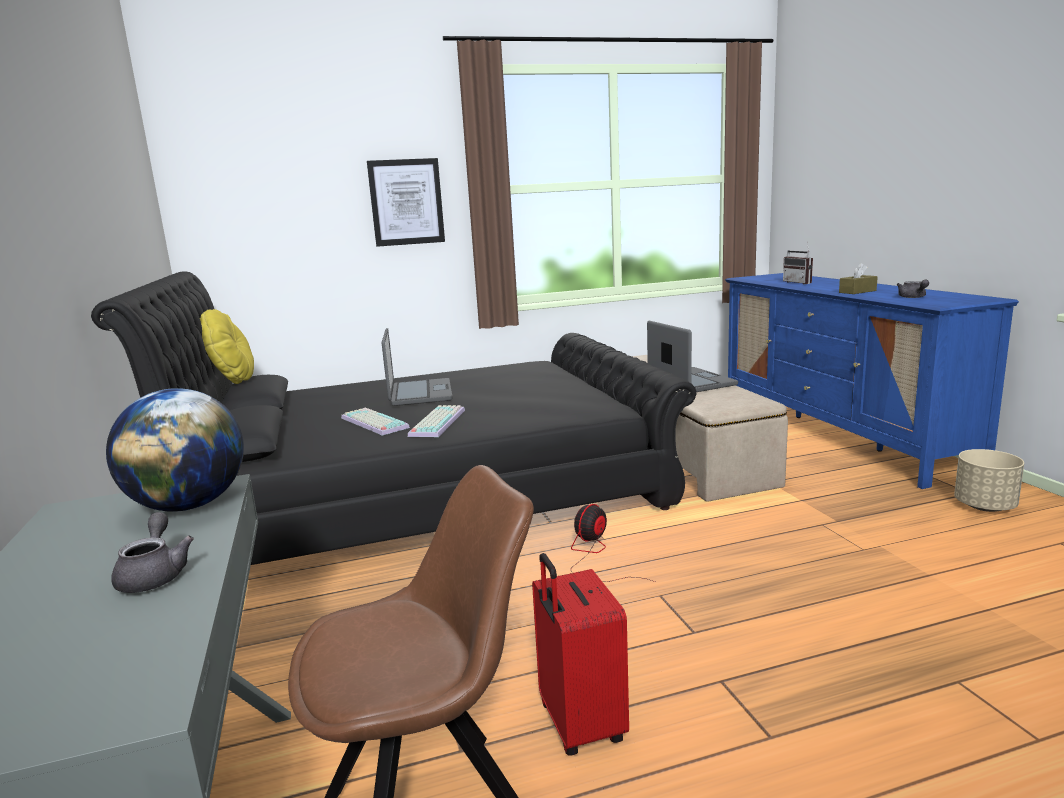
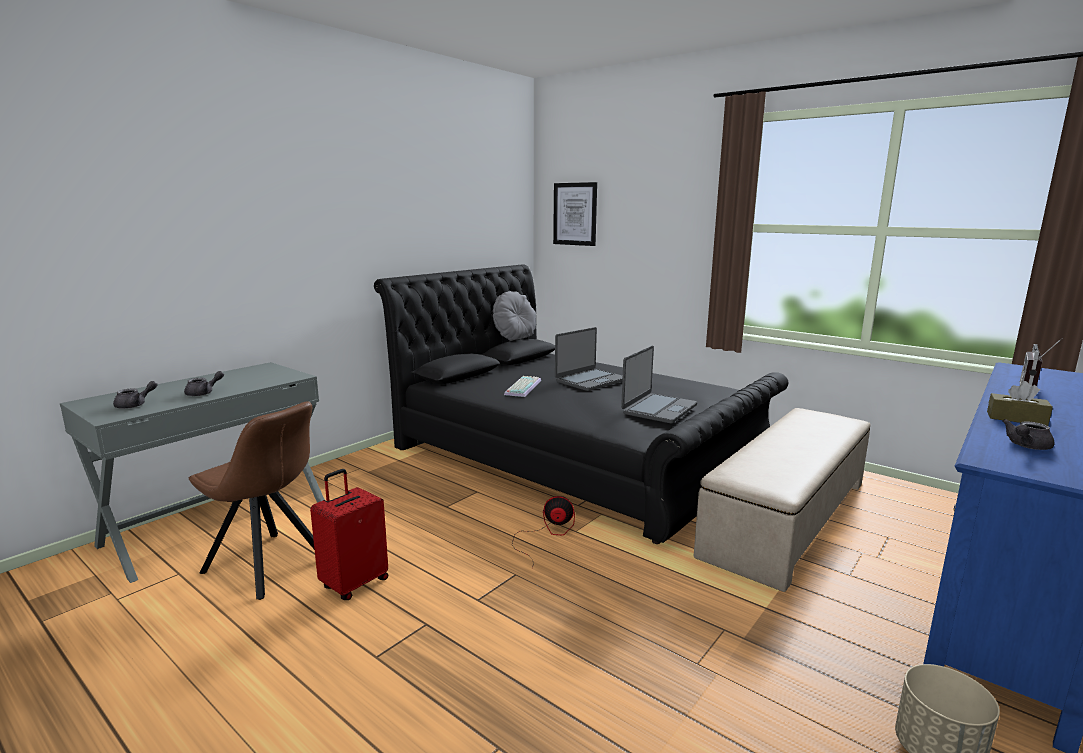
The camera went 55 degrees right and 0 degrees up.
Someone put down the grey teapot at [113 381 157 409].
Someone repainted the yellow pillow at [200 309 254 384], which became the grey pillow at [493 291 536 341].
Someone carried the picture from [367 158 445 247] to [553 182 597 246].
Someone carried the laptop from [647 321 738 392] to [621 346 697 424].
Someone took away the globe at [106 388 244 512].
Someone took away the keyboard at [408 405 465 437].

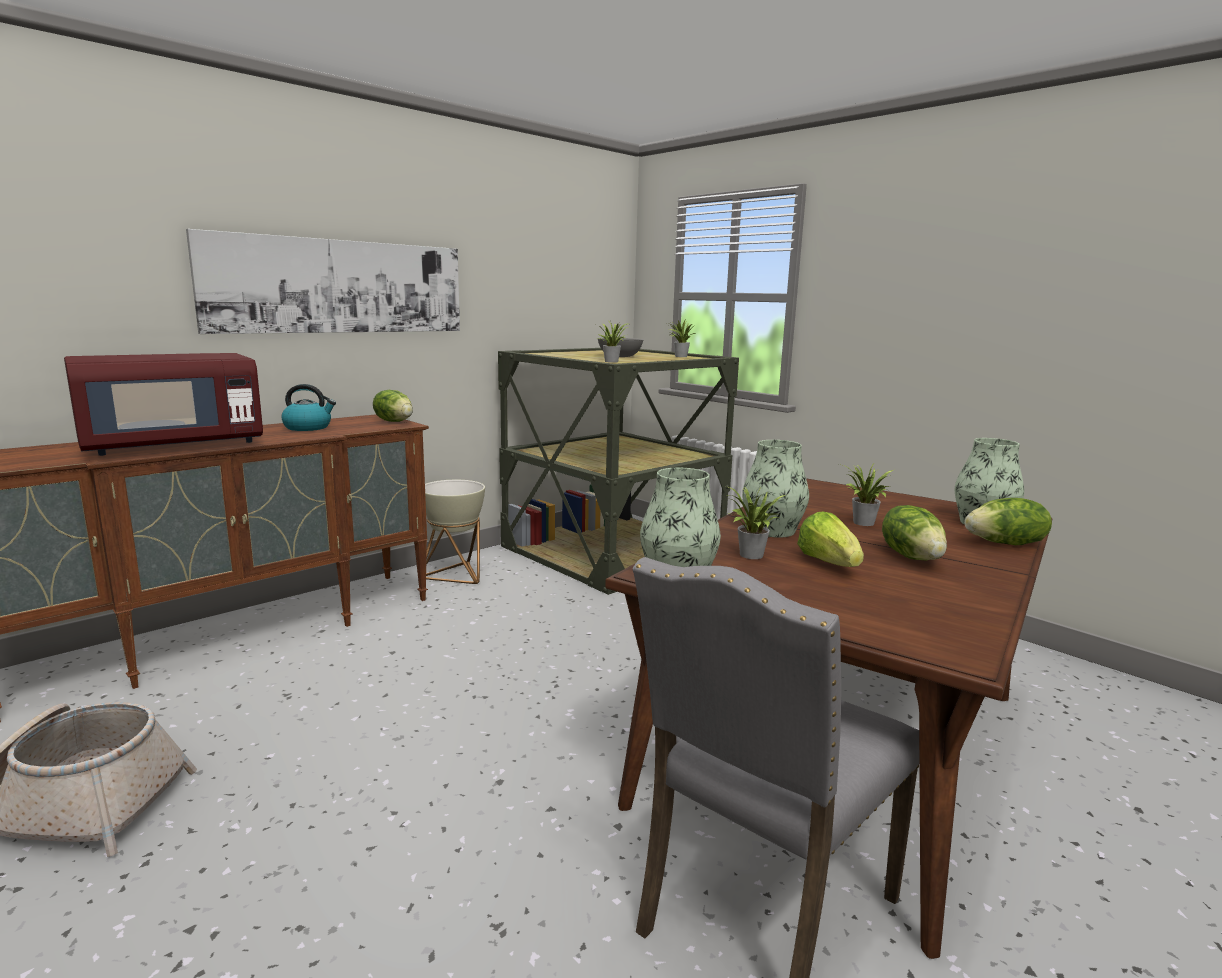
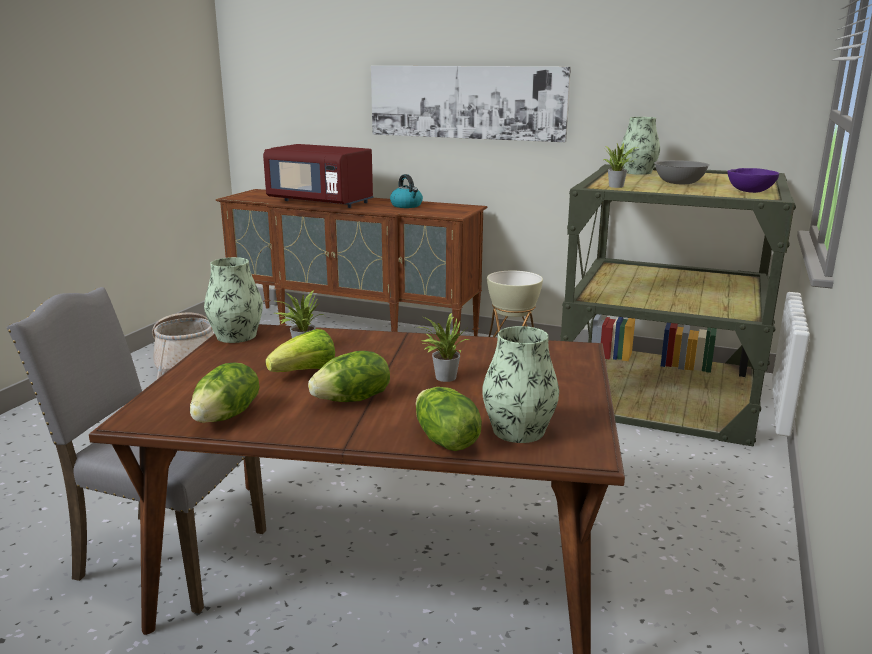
The camera went 65 degrees right and 5 degrees up.
Someone carried the lettuce from [373 390 413 422] to [190 363 259 423].
Someone carried the vase from [742 440 809 538] to [620 117 660 175].
Someone swapped the potted plant at [667 320 695 357] for the purple bowl at [728 168 779 193].

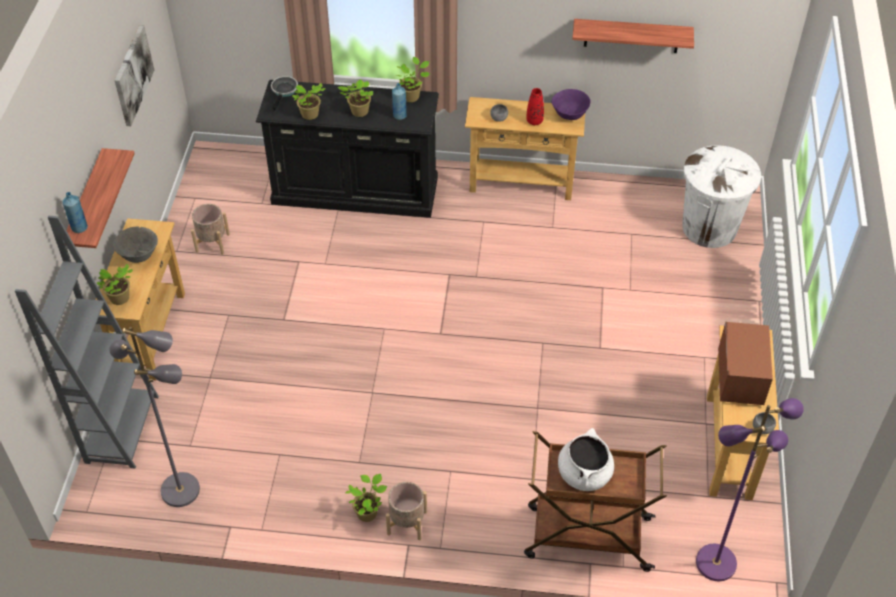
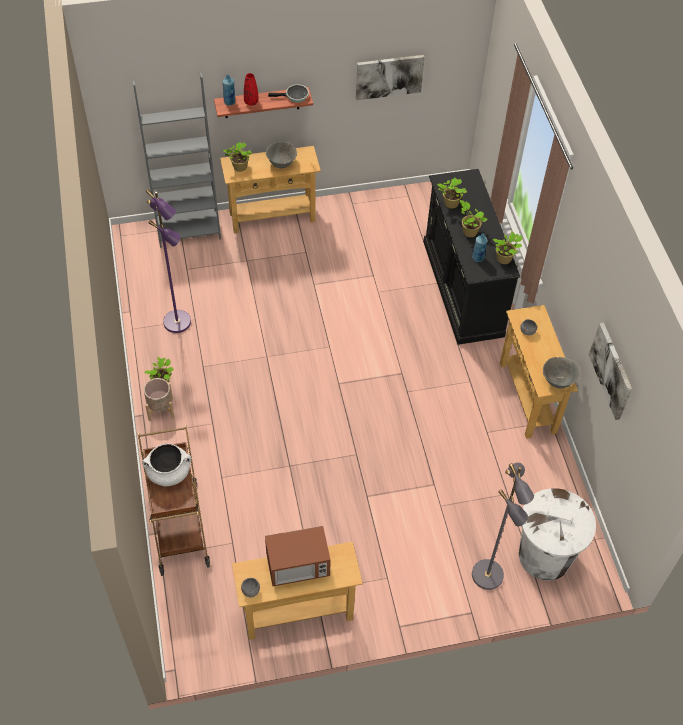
The camera went 70 degrees right and 5 degrees up.
Someone carried the purple floor lamp from [696 398 804 581] to [146 189 191 333].
Someone carried the red vase from [526 88 544 125] to [244 73 259 106].
Someone carried the frying pan from [271 76 298 111] to [268 84 309 102].
Someone carried the grey floor lamp from [109 327 200 507] to [472 463 534 590].
Someone repainted the purple bowl at [552 89 590 120], which became the grey bowl at [543 357 580 389].
Someone swapped the shelf at [572 19 694 53] for the picture at [589 323 632 420].
Someone took away the beige planter at [191 204 230 255].

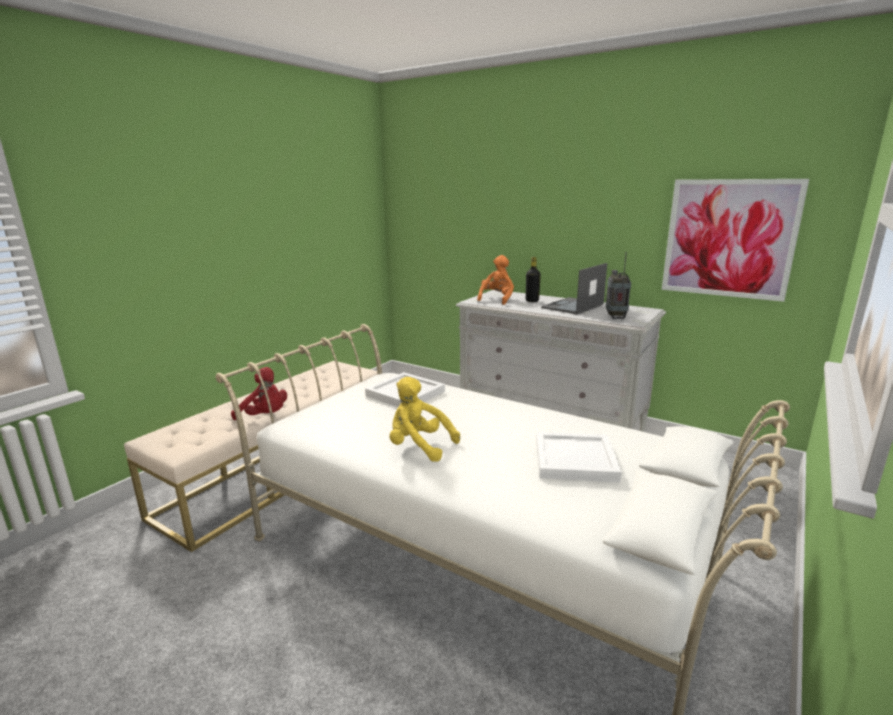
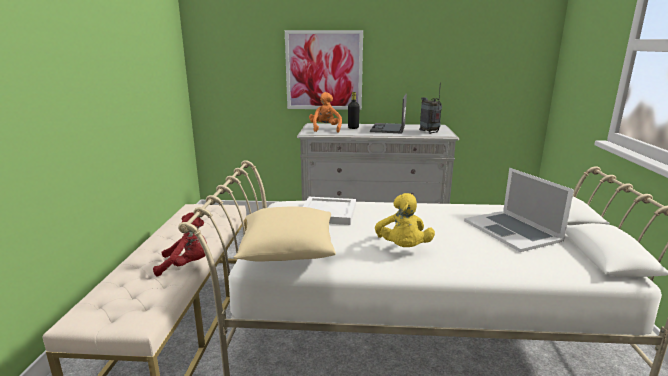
The camera went 30 degrees left and 0 degrees up.
Someone put down the beige pillow at [234 206 336 262].
Someone carried the picture from [662 179 809 302] to [285 30 363 110].
Someone rotated the yellow plush toy at [390 377 460 462] by 90 degrees counterclockwise.
Someone swapped the white tray at [536 432 622 482] for the laptop at [464 168 574 252].

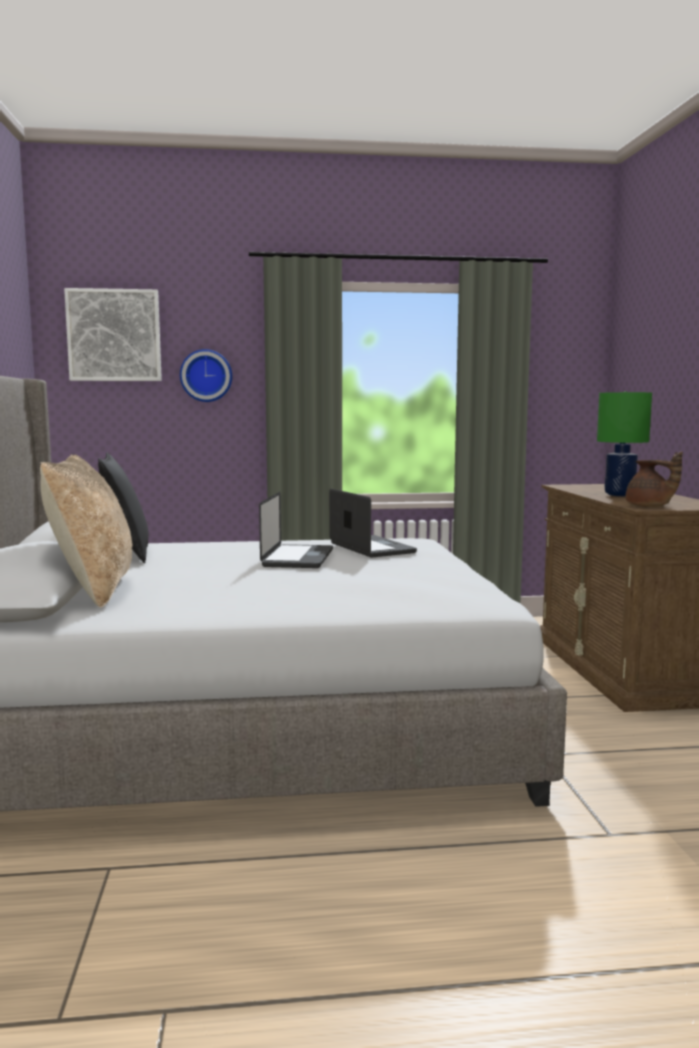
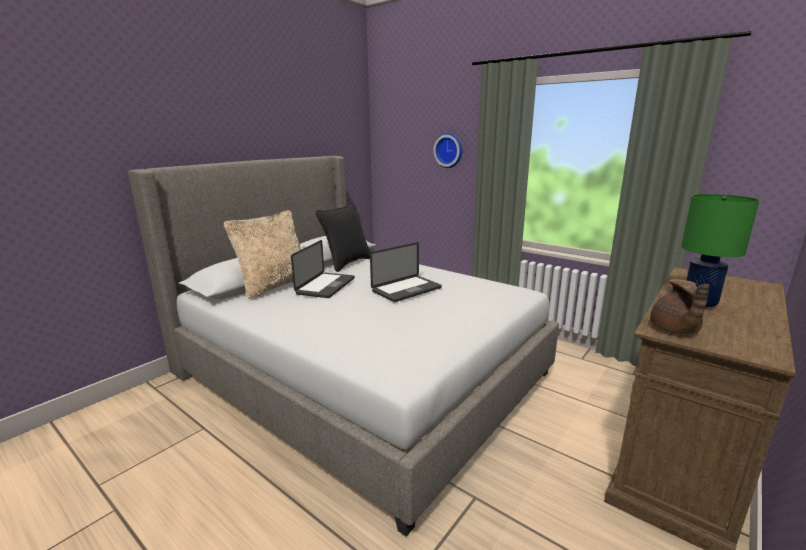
The camera went 45 degrees right and 10 degrees up.
Someone carried the laptop from [329 489 417 557] to [291 240 355 298].
Someone took away the picture at [64 288 162 381].

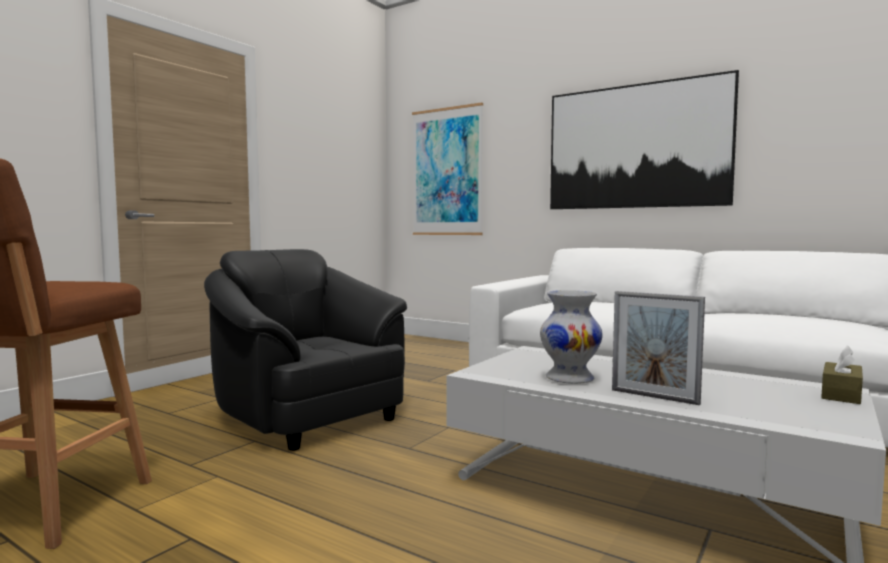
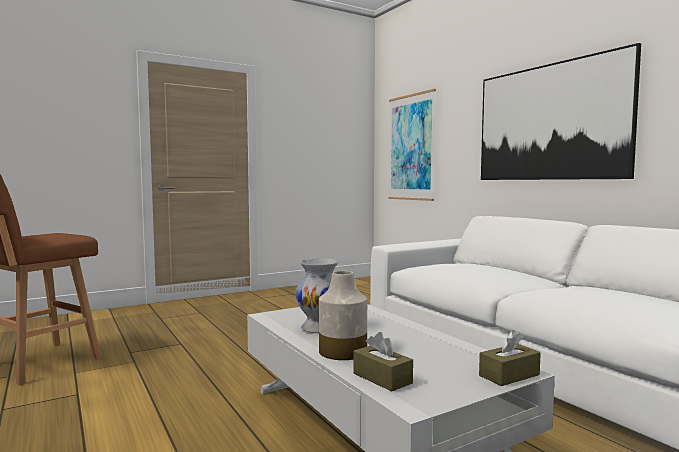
The camera went 25 degrees right and 0 degrees up.
Someone swapped the picture frame at [612 291 705 405] for the beige vase at [319 271 367 360].
Someone put down the brown tissue box at [353 332 413 391].
Someone took away the black armchair at [204 249 407 451].

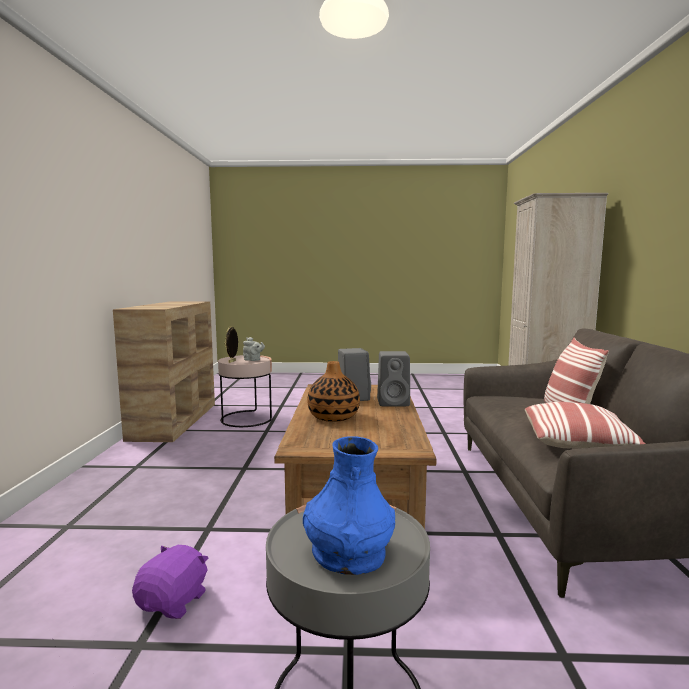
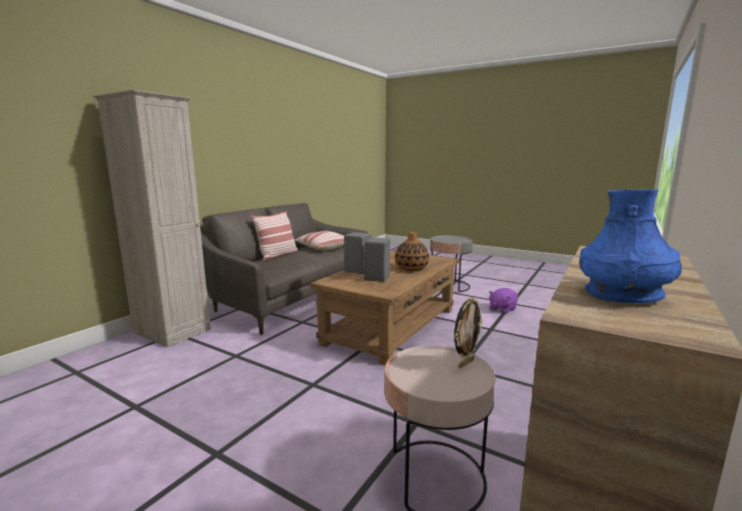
The camera went 150 degrees left and 5 degrees up.
Someone carried the blue vase from [303 436 395 575] to [579 189 682 303].
Someone took away the grey teapot at [243 337 265 361].

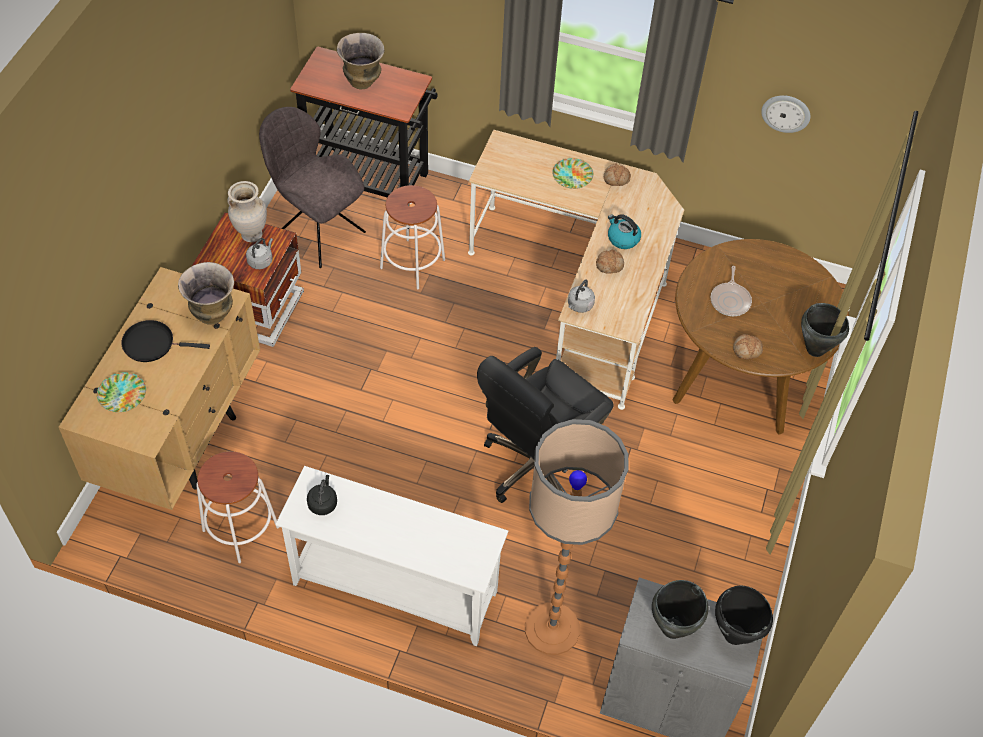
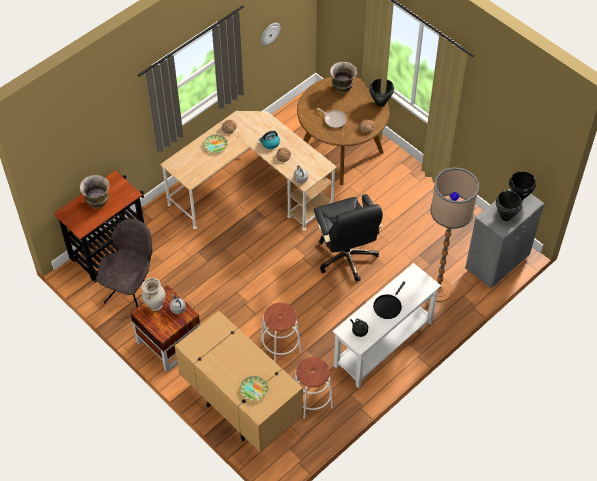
The camera went 60 degrees left and 0 degrees up.
Someone rotated the grey chair at [259 107 366 268] by 135 degrees clockwise.
Someone carried the white stool from [380 185 445 290] to [261 303 302 363].
Someone carried the vase from [178 262 234 325] to [330 62 357 94].
Someone carried the black frying pan from [121 320 210 362] to [373 281 406 319].

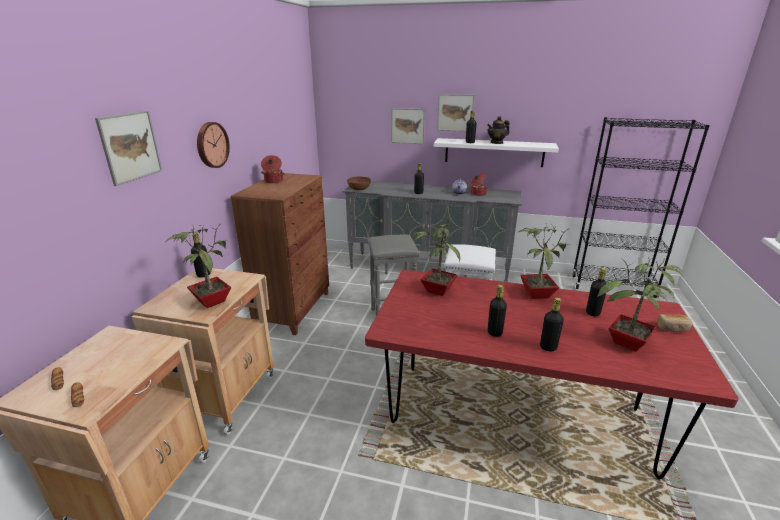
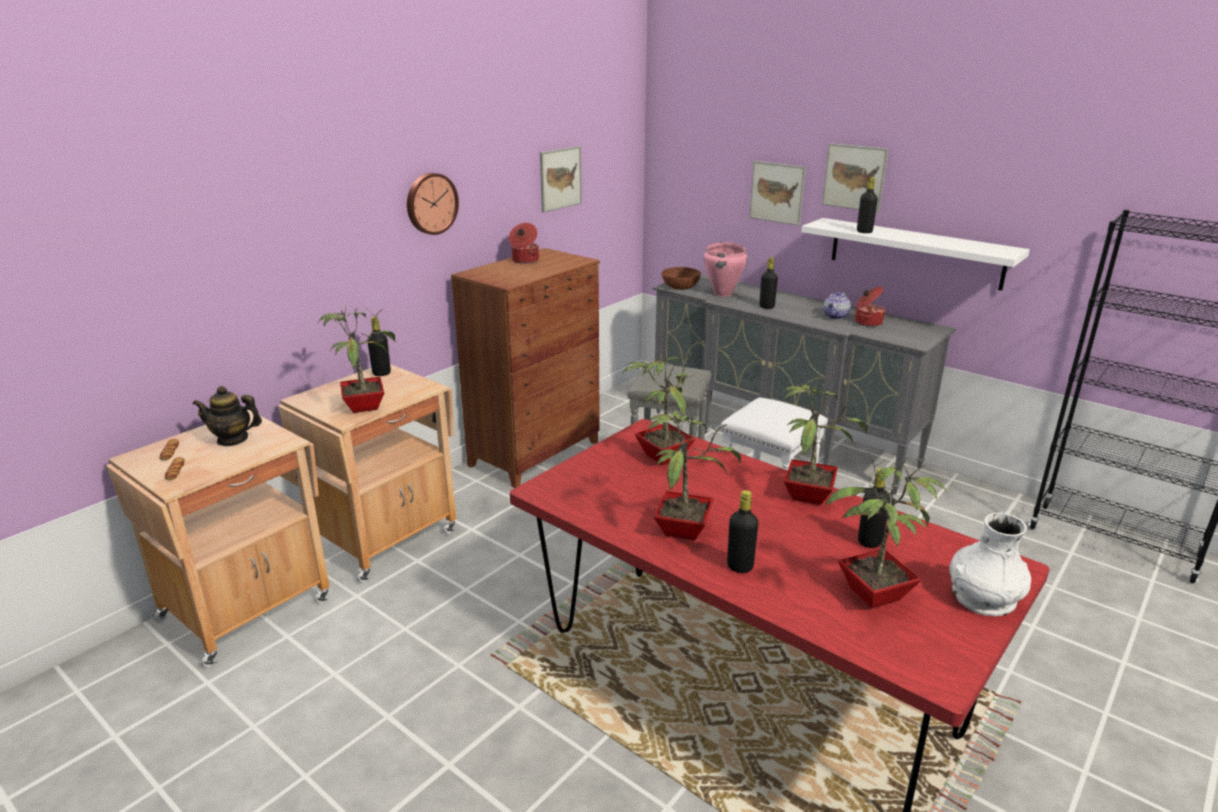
The camera went 25 degrees right and 0 degrees up.
Someone carried the teapot from [487 116 510 144] to [192 386 262 446].
Someone carried the picture from [95 110 162 186] to [540 146 582 213].
Someone swapped the black bottle at [488 285 507 337] for the potted plant at [647 409 741 541].
Someone put down the pink cooking pot at [704 242 748 296].
Someone swapped the bread at [657 314 692 332] for the white vase at [949 513 1031 617].

